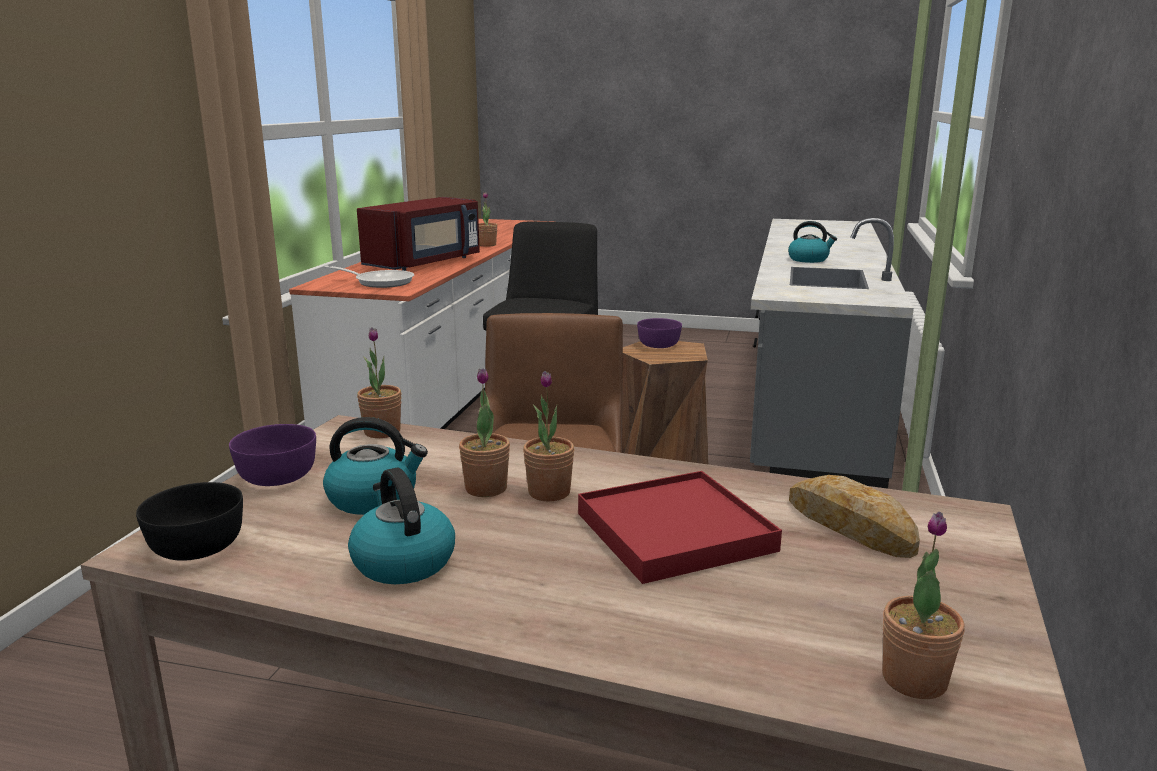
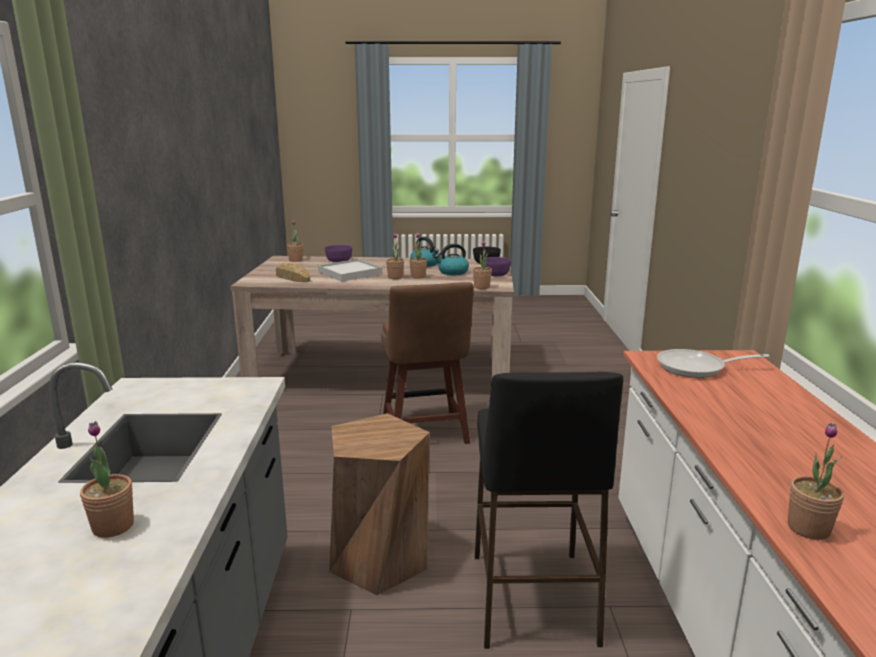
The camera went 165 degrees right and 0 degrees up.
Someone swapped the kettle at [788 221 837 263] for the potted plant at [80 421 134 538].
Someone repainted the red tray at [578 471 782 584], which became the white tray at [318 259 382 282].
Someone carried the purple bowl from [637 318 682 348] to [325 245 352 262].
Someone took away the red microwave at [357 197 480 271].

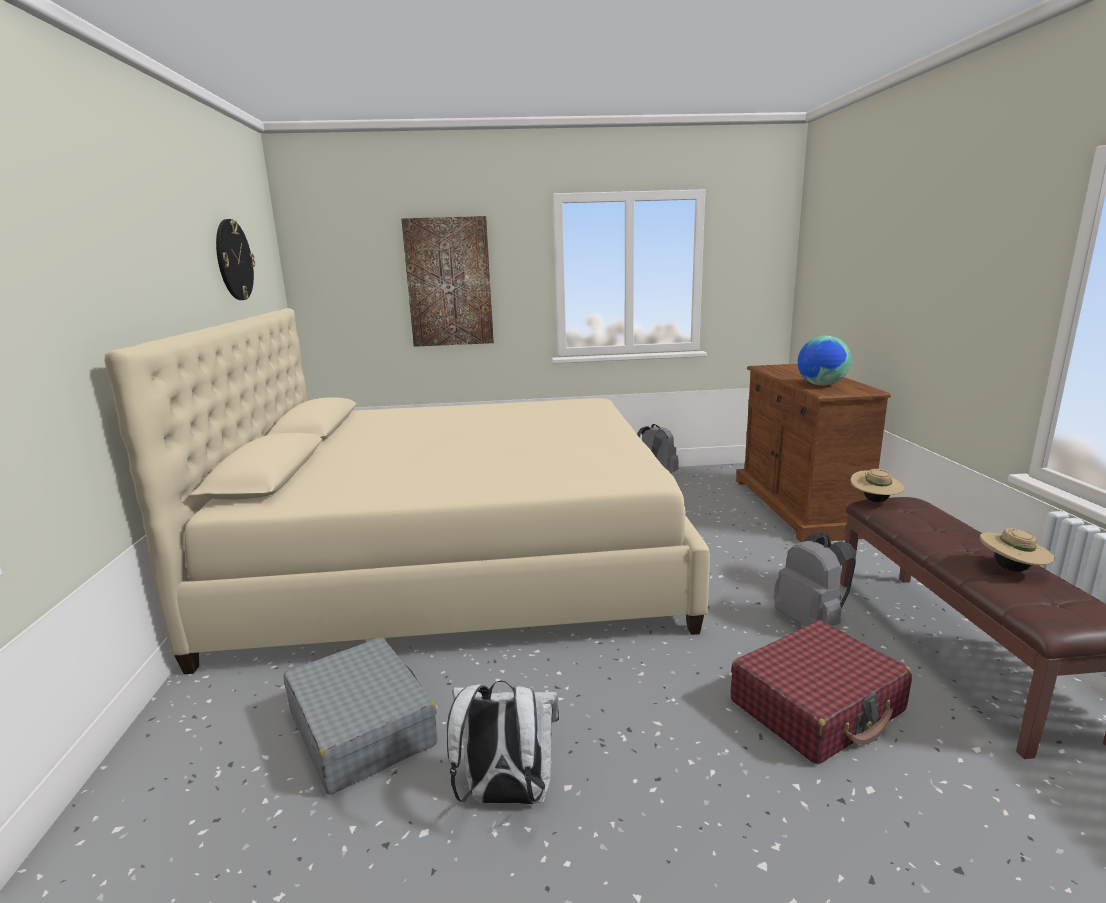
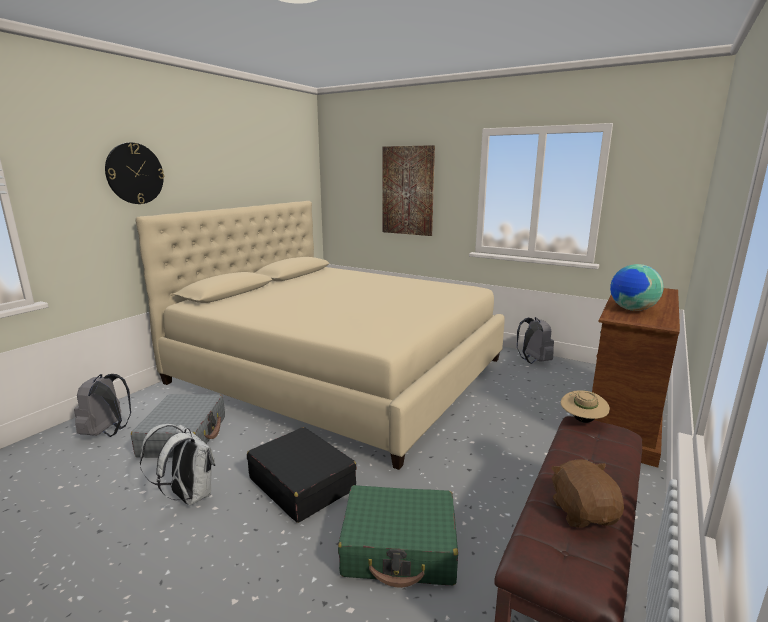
The camera went 35 degrees right and 0 degrees up.
Someone carried the grey backpack from [774 532 856 626] to [74 374 131 437].
Someone carried the wall clock from [216 219 255 300] to [105 143 164 204].
Someone put down the black suitcase at [247 427 357 523].
Someone repainted the red suitcase at [730 621 912 764], which became the green suitcase at [338 485 458 588].
Someone swapped the beige hat at [980 528 1055 572] for the brown plush toy at [551 459 624 527].

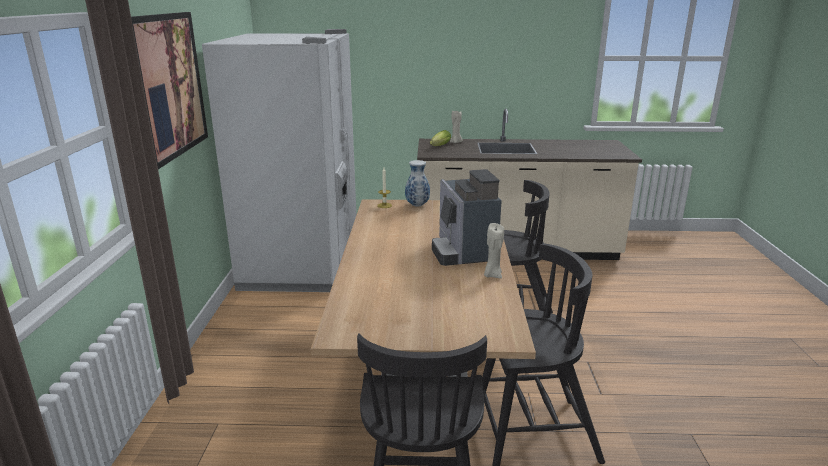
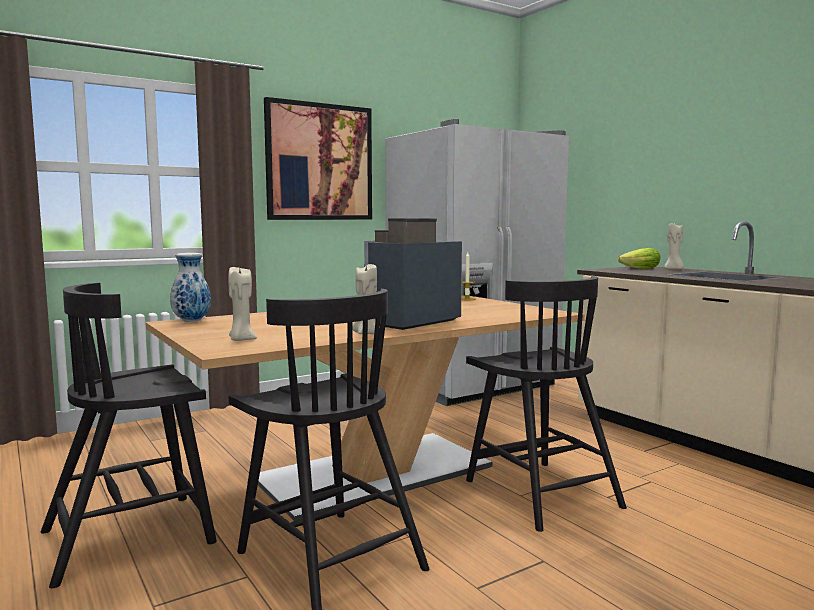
The camera went 55 degrees right and 15 degrees down.
Someone carried the vase from [405 160 430 206] to [170 253 211 322].
Someone put down the beige candle at [228 267 257 341].

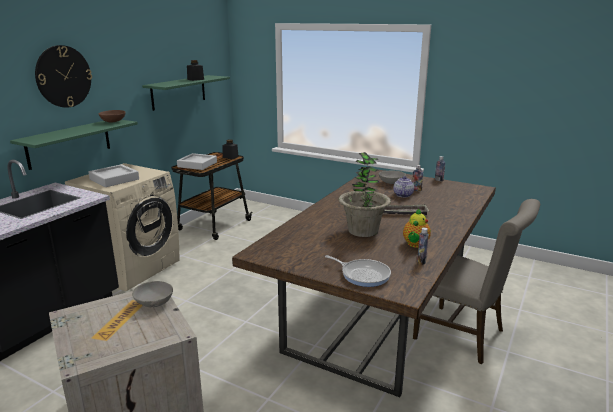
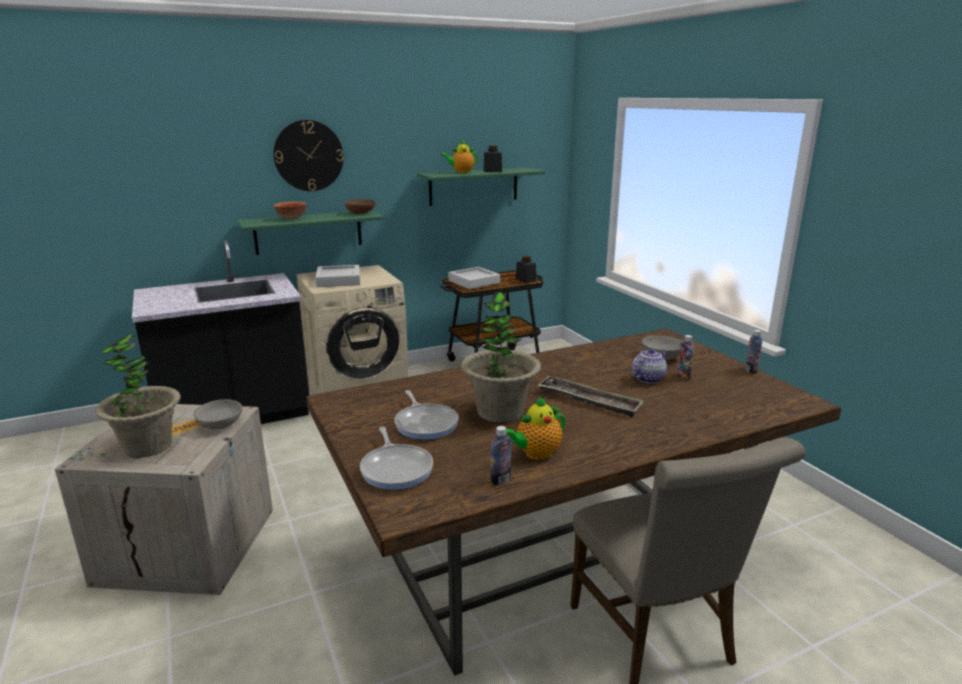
The camera went 35 degrees right and 0 degrees up.
Someone put down the potted plant at [95 334 181 458].
Someone put down the bowl at [274 202 307 220].
Someone put down the frying pan at [395 390 459 440].
Someone put down the teapot at [440 139 478 173].

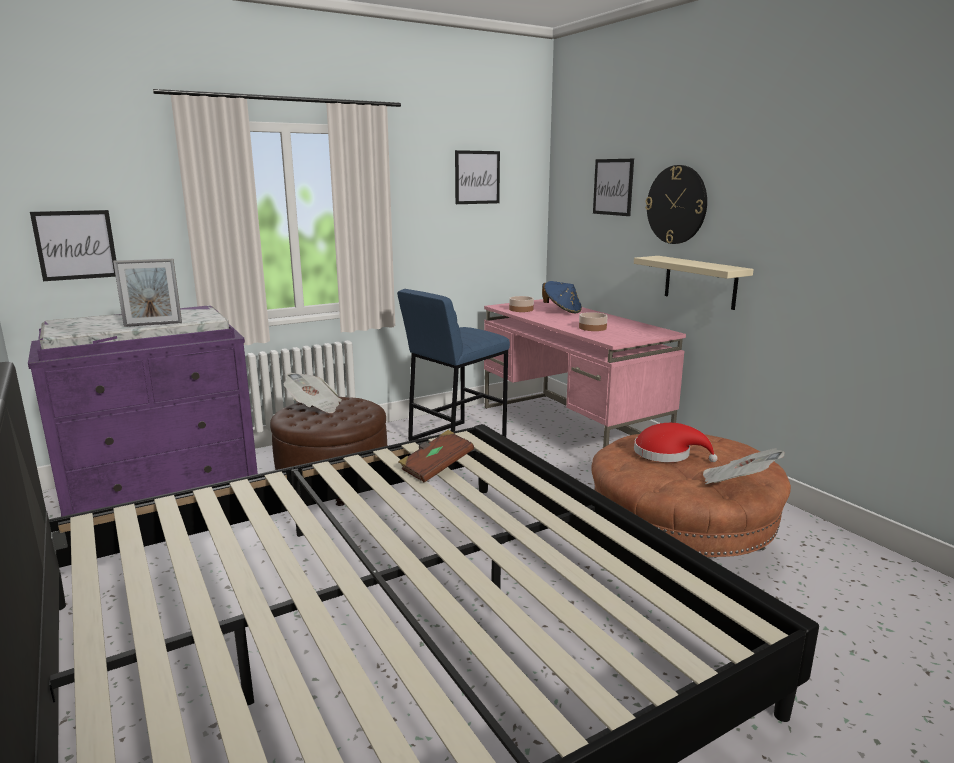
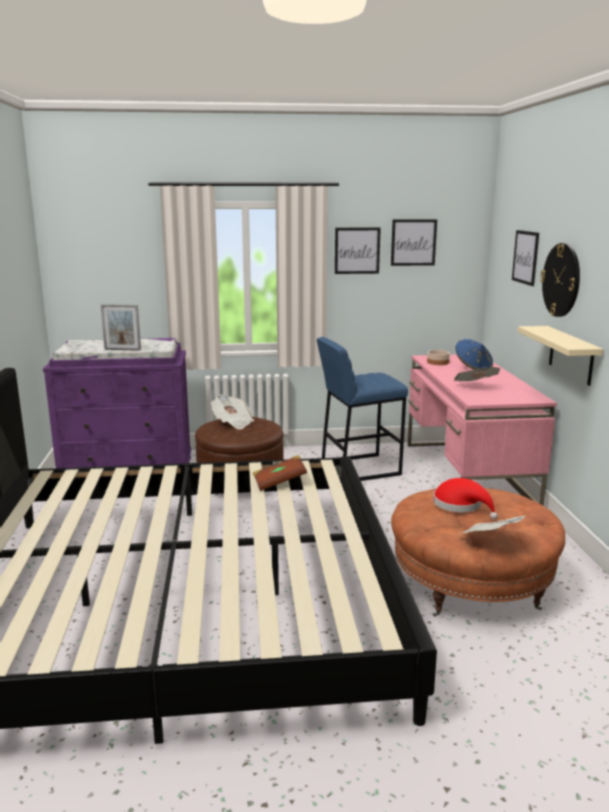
The camera went 25 degrees right and 0 degrees up.
Someone carried the picture from [30 210 116 281] to [335 228 381 274].
Someone swapped the bowl at [579 312 608 331] for the newspaper at [453 367 500 381].

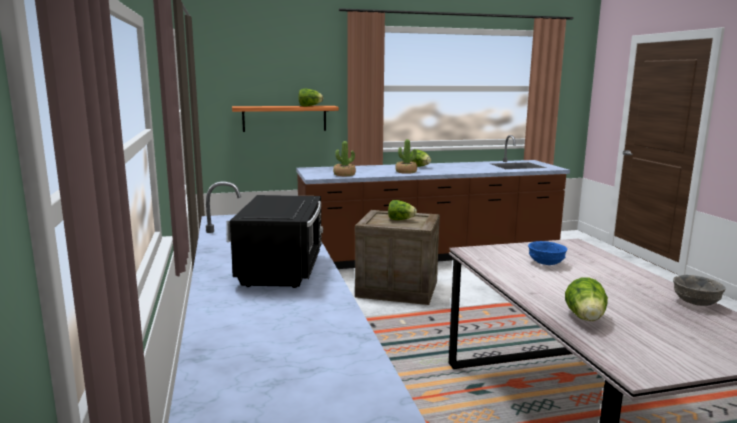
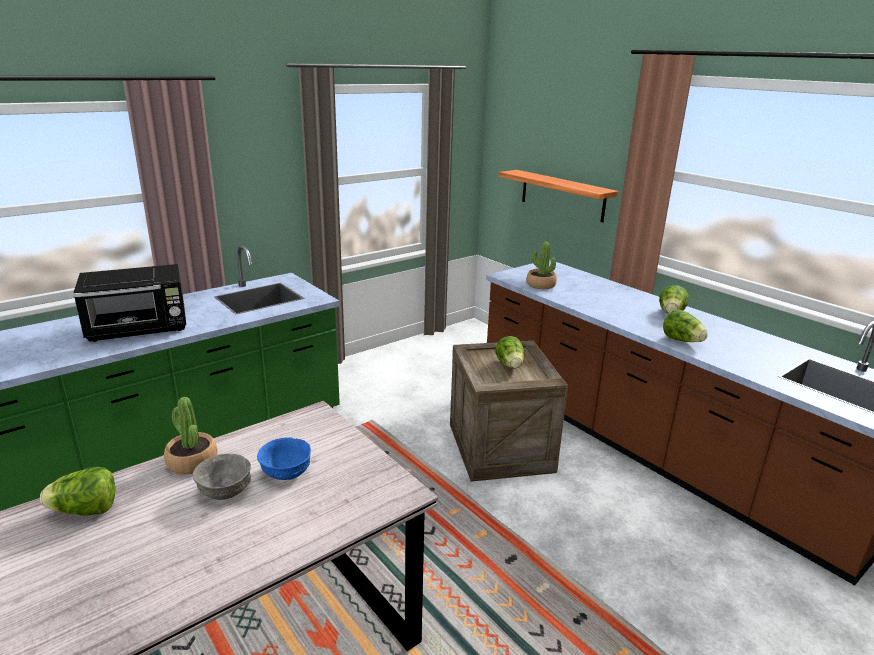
The camera went 65 degrees right and 10 degrees up.
Someone carried the potted plant from [395 139 417 174] to [164 397 217 475].
Someone carried the grey bowl from [673 275 726 306] to [193 454 251 500].
Someone carried the lettuce from [298 89 323 106] to [663 309 708 342].

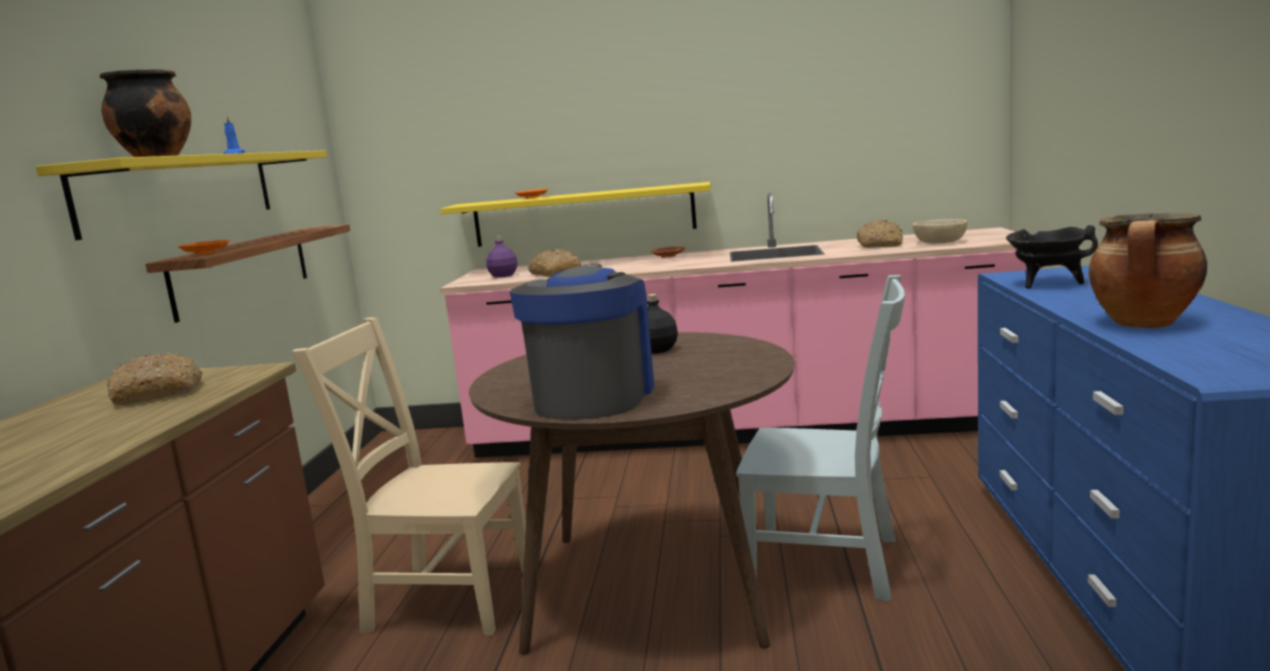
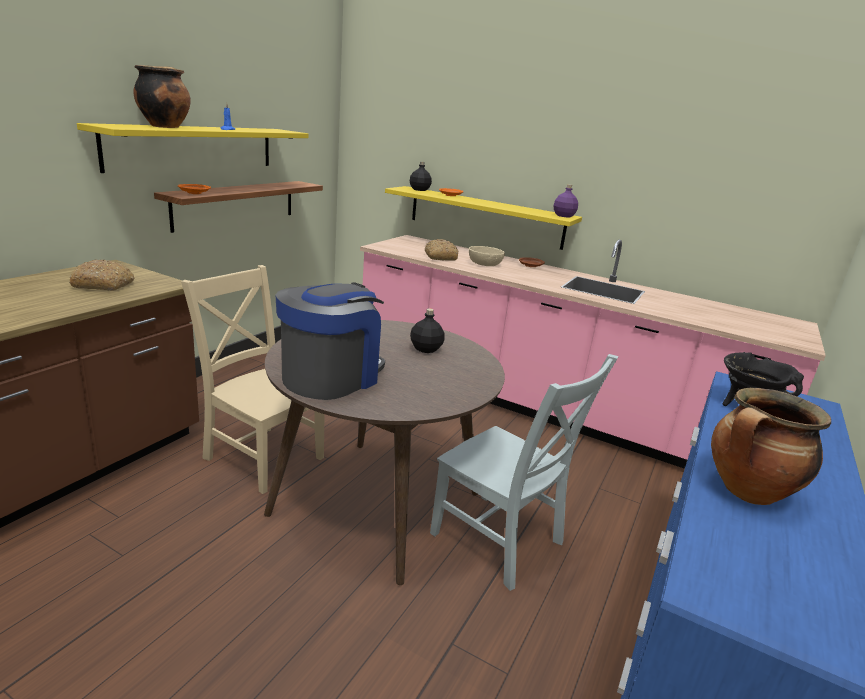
The camera went 20 degrees right and 10 degrees up.
Someone put down the black bottle at [410 162 432 191].
Someone carried the beige bowl from [913 219 967 244] to [469 246 505 266].
Someone carried the purple bottle from [486 236 517 278] to [553 184 578 218].
Someone took away the bread at [857 220 903 248].

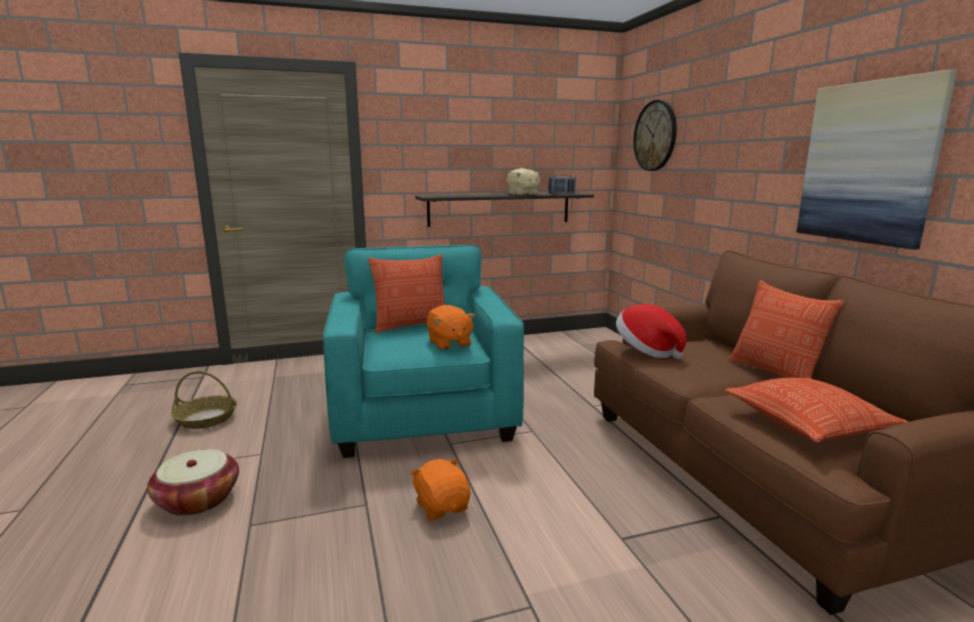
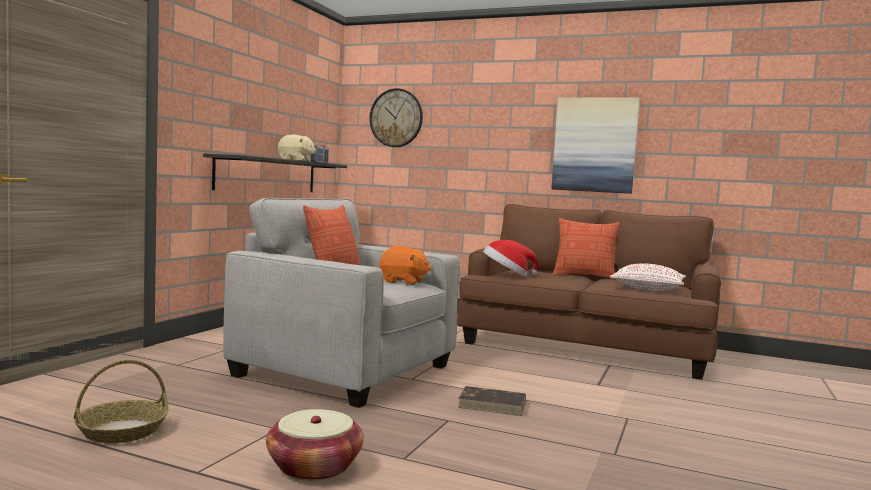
The camera went 50 degrees left and 10 degrees down.
Someone repainted the turquoise armchair at [323 245 524 458], which became the grey armchair at [223 198 460 408].
Someone swapped the orange plush toy at [410 459 470 521] for the brown book at [458 386 526 416].
Someone repainted the orange pillow at [725 377 908 442], which became the white pillow at [610 264 686 291].

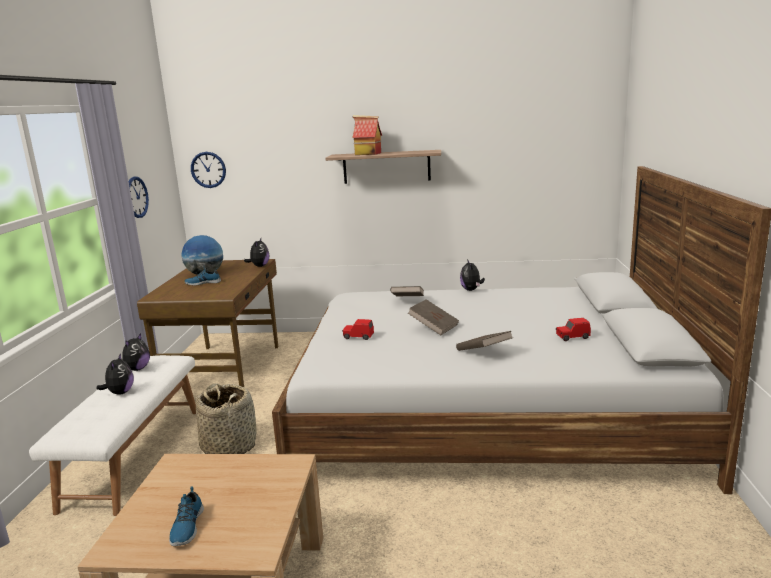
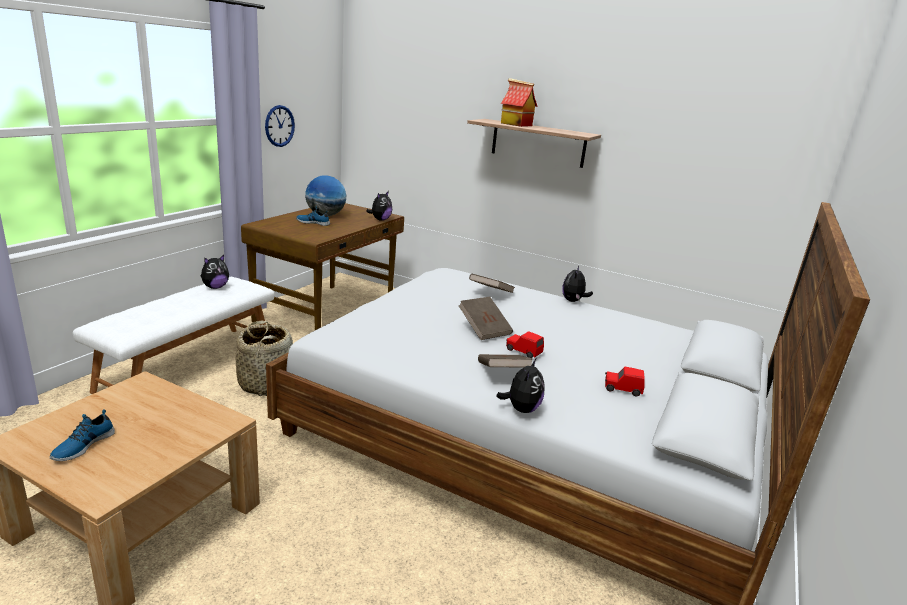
The camera went 20 degrees right and 5 degrees up.
Someone carried the plush toy from [97 353 134 395] to [496 359 545 413].
Someone carried the red toy car from [342 319 374 340] to [506 331 544 358].
Someone took away the wall clock at [191 152 226 188].

